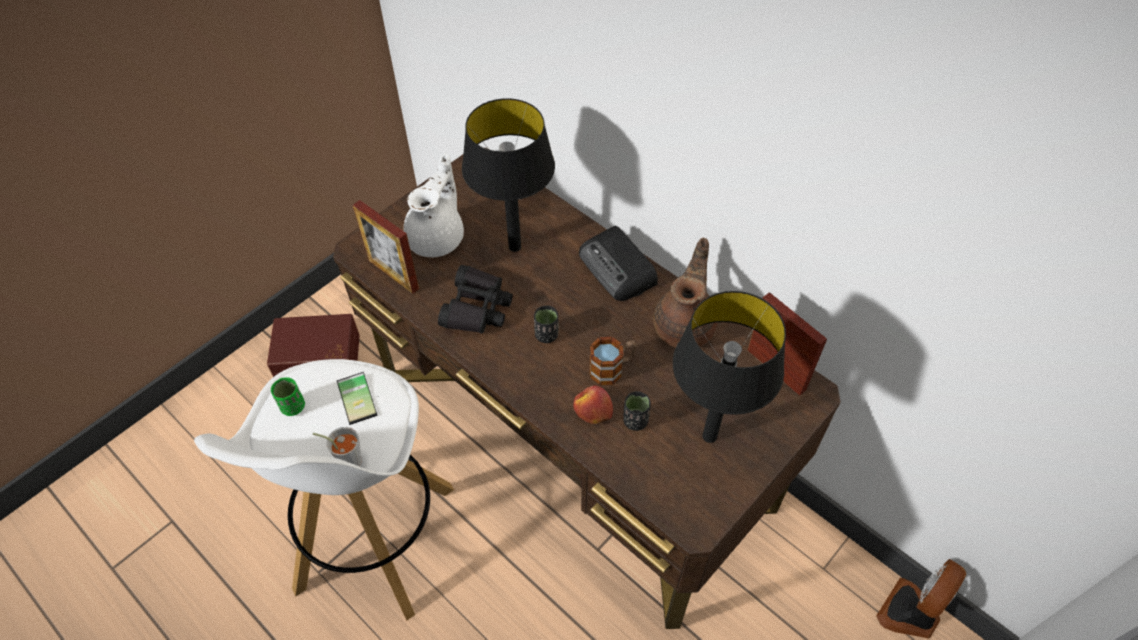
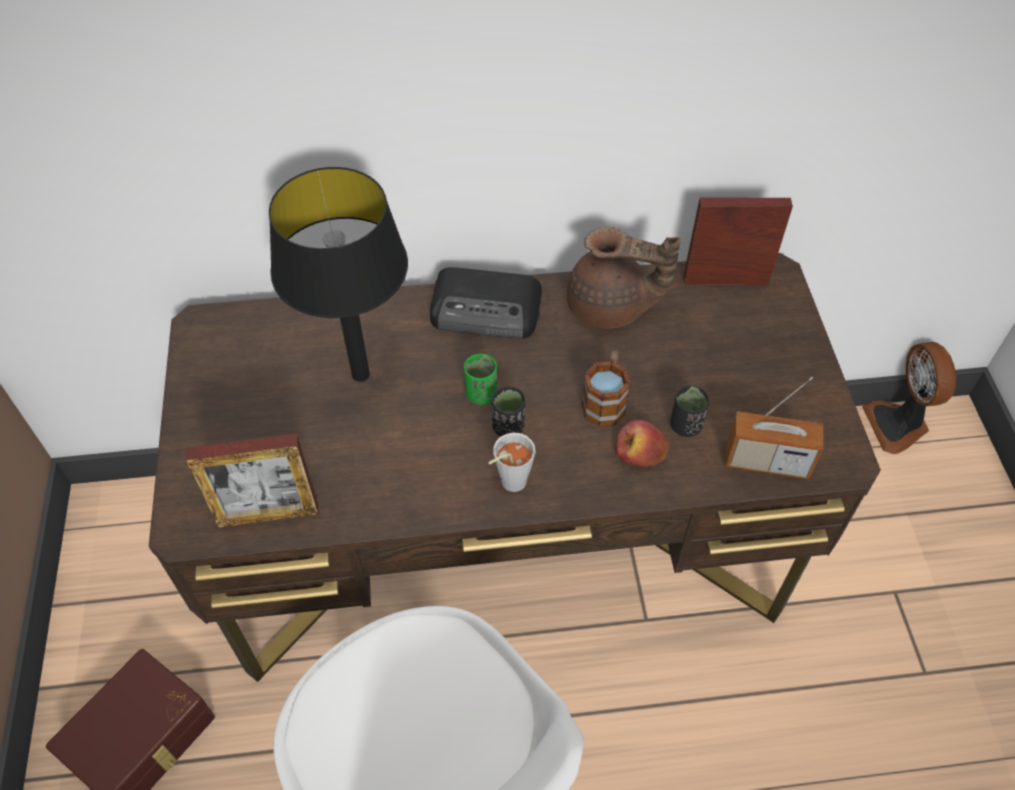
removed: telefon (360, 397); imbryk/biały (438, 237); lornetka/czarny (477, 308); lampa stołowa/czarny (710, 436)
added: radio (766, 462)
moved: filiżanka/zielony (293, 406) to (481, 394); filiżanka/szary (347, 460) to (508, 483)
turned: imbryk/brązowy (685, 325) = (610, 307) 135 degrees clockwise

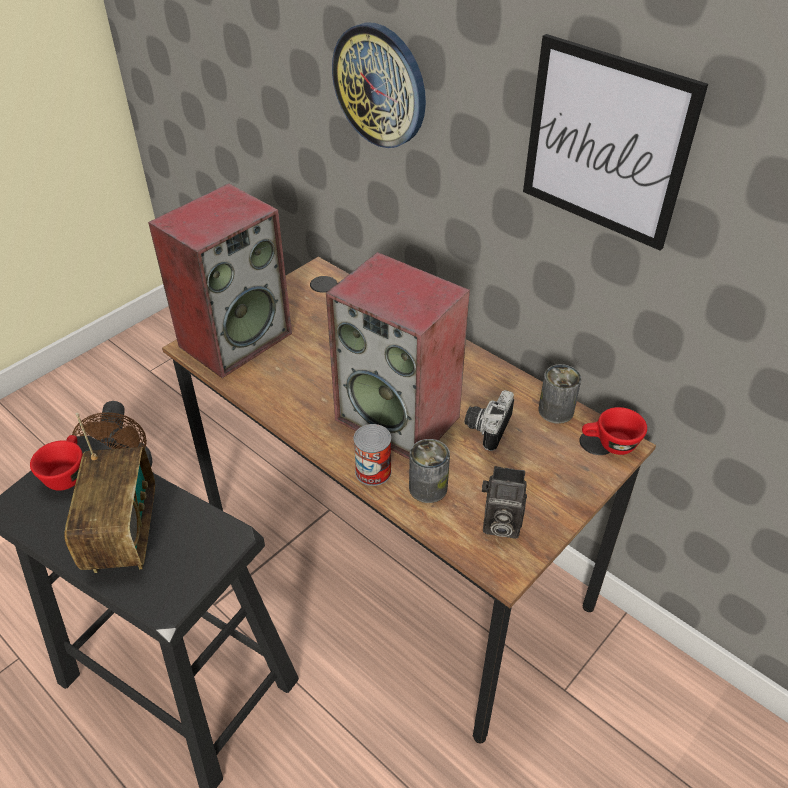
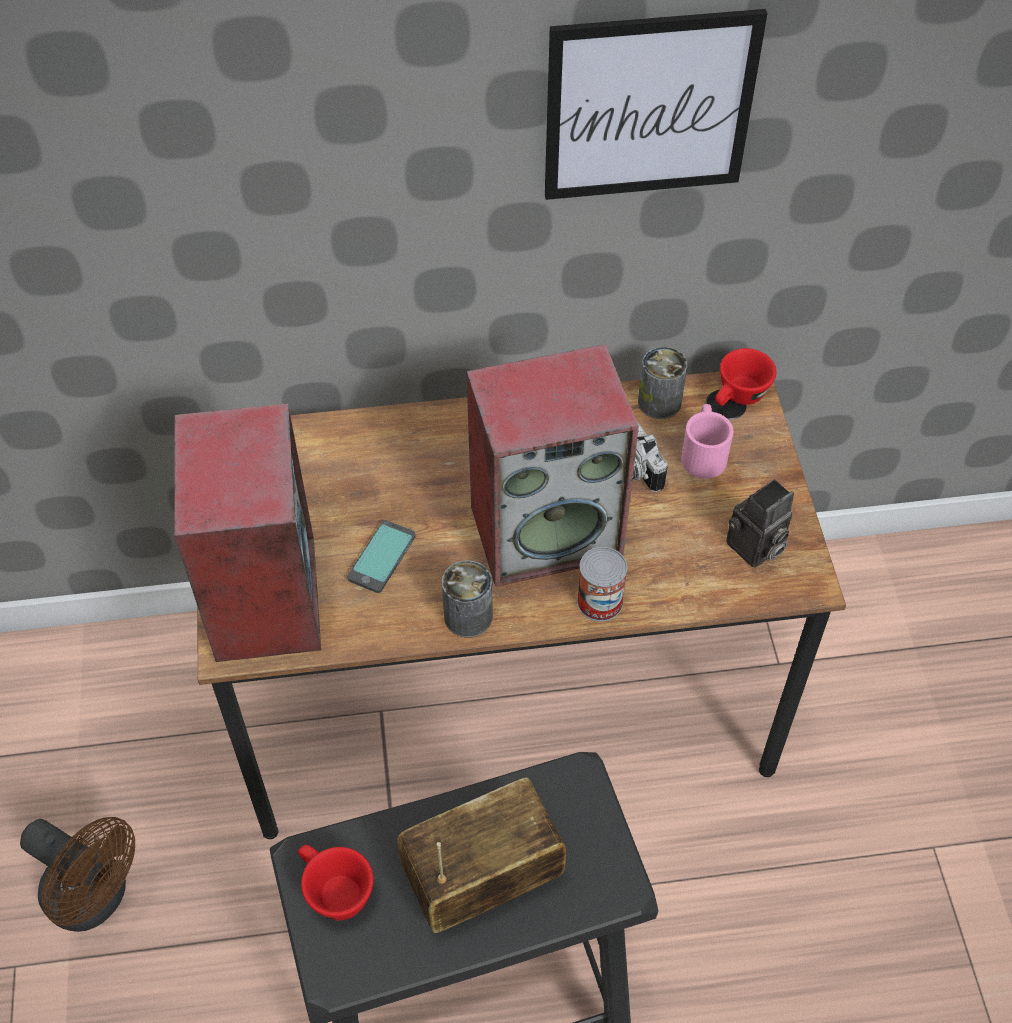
removed: zegar ścienny (380, 86)
added: telefon (382, 557); kubek/różowy (703, 452)
moved: puszka (428, 487) to (468, 616)
turned: radio (122, 534) = (483, 878) 60 degrees counterclockwise

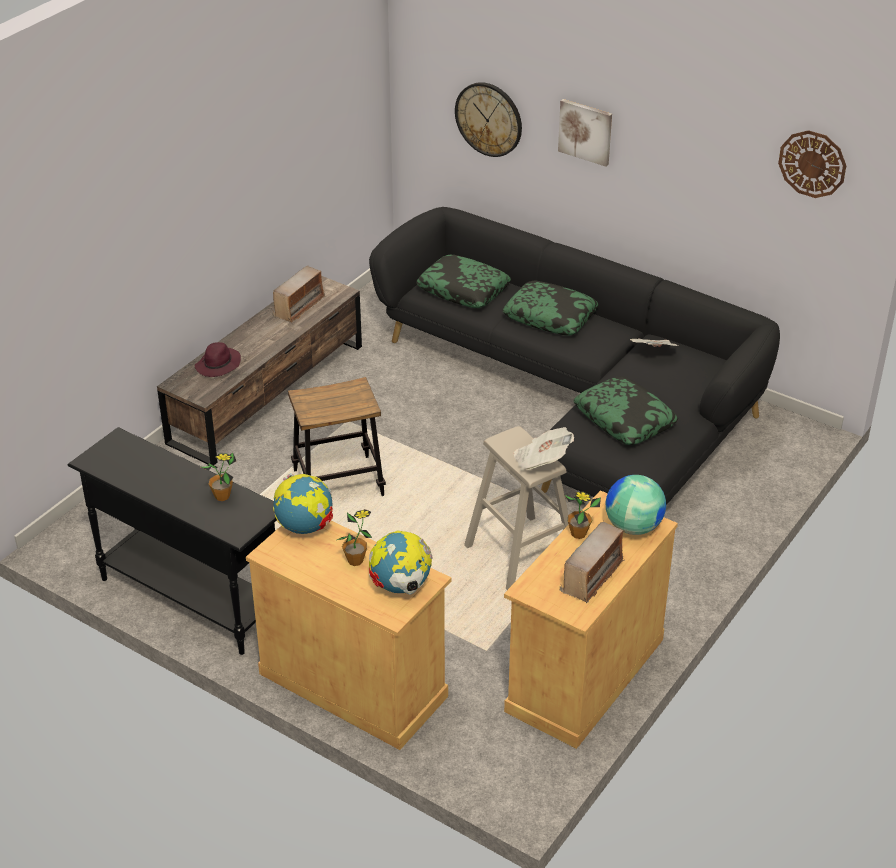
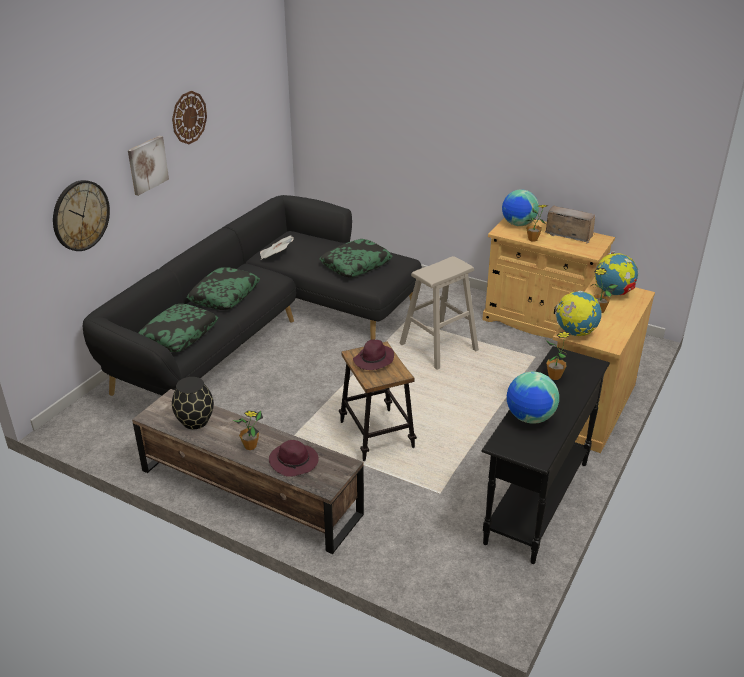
removed: gazeta (541, 461)
added: roślina doniczkowa (250, 446); kapelusz/fioletowy (373, 360); globus (529, 418)
moved: zegar ścienny (812, 163) to (189, 117)
replaced: radio (299, 306) to wazon/czarny (194, 421)

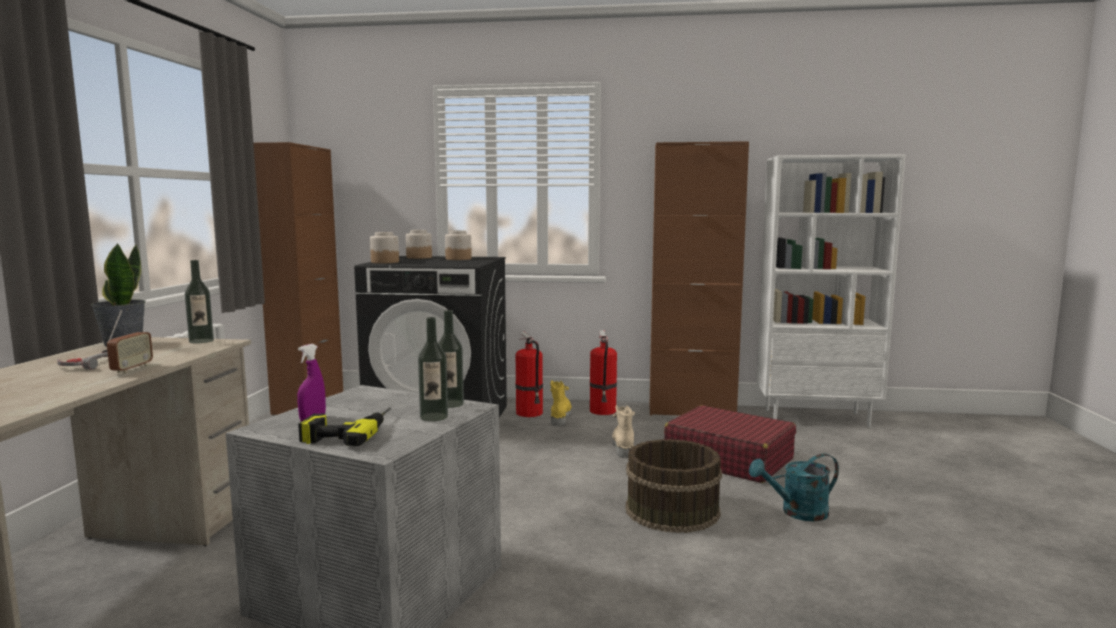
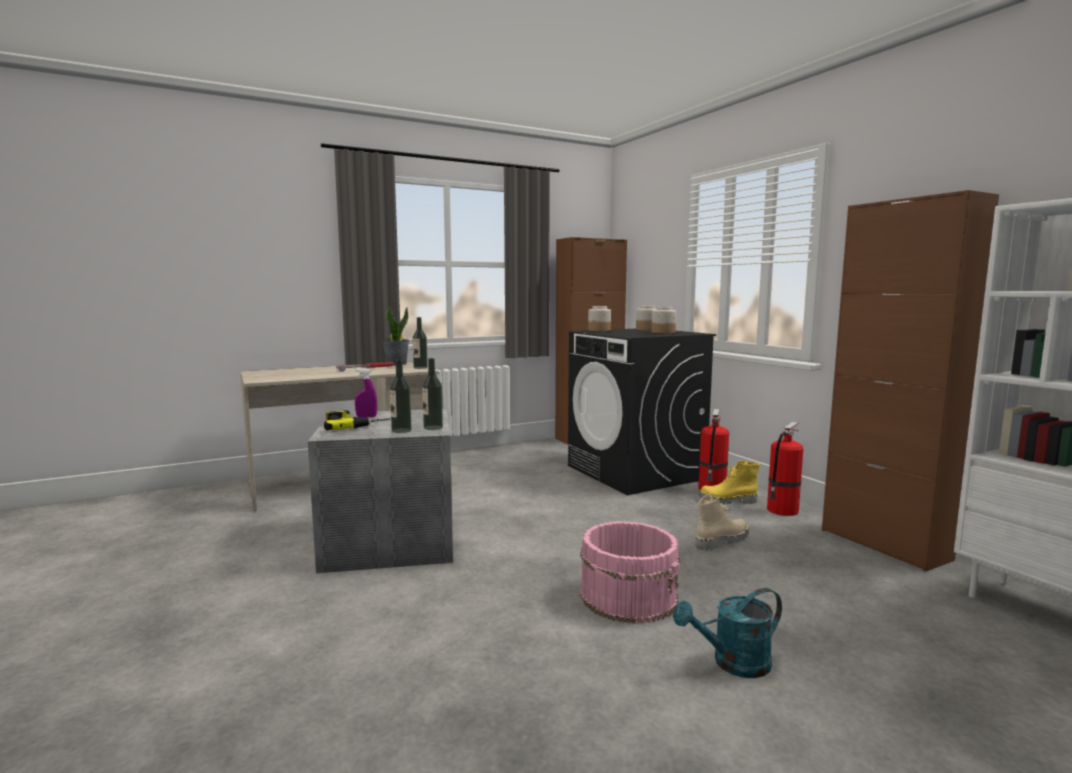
removed: radio (132, 369); walizka/czerwony (728, 459)
recoloured: wiadro/brązowy (672, 510) to wiadro/różowy (629, 596)
turned: konewka/turkusowy (797, 512) = (732, 664) 60 degrees counterclockwise; but z cholewką/żółty (559, 417) = (728, 501) 150 degrees counterclockwise

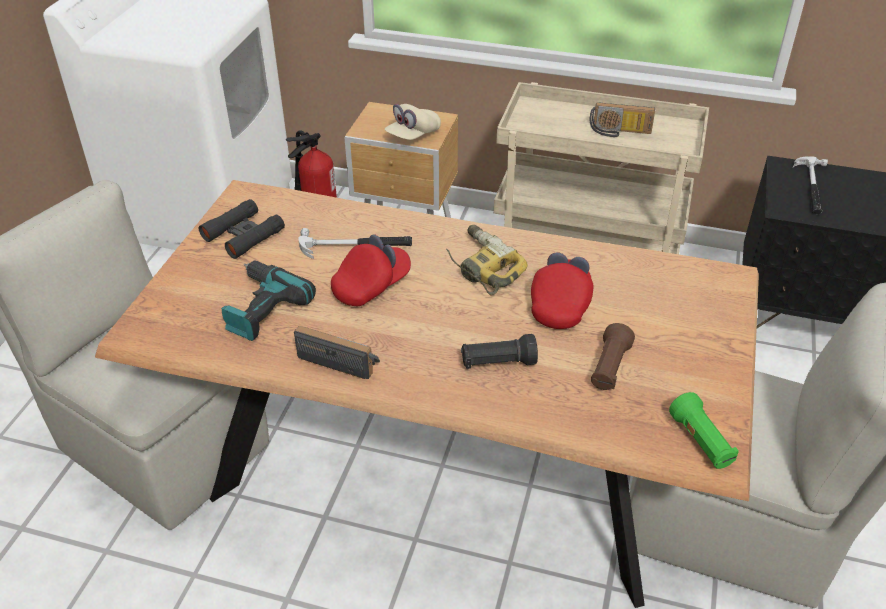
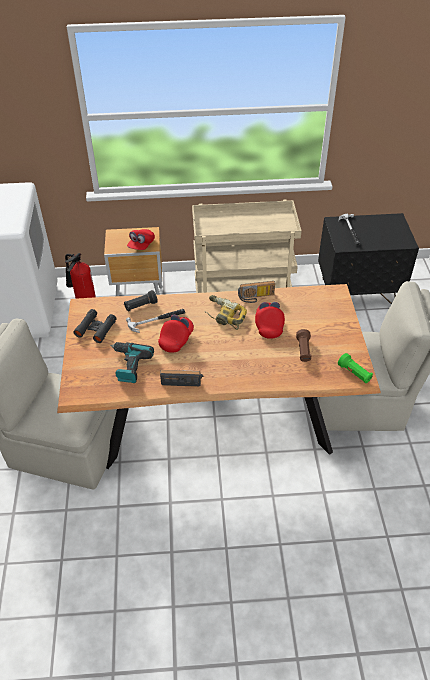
moved: latarka/czarny (498, 363) to (140, 306); radio (619, 132) to (256, 298)
recoloured: czapka z daszkiem/beżowy (413, 135) to czapka z daszkiem/czerwony (141, 245)

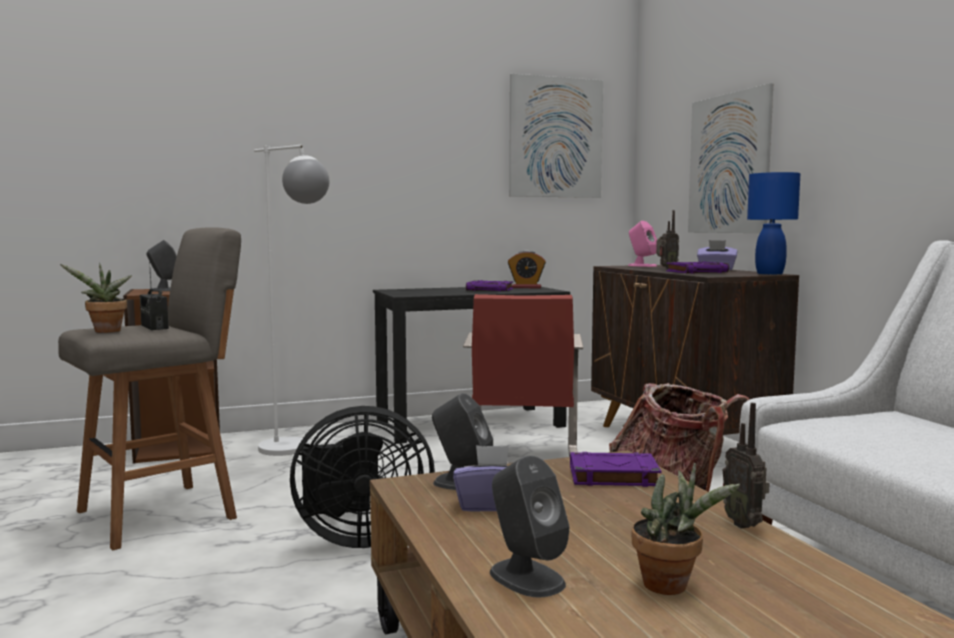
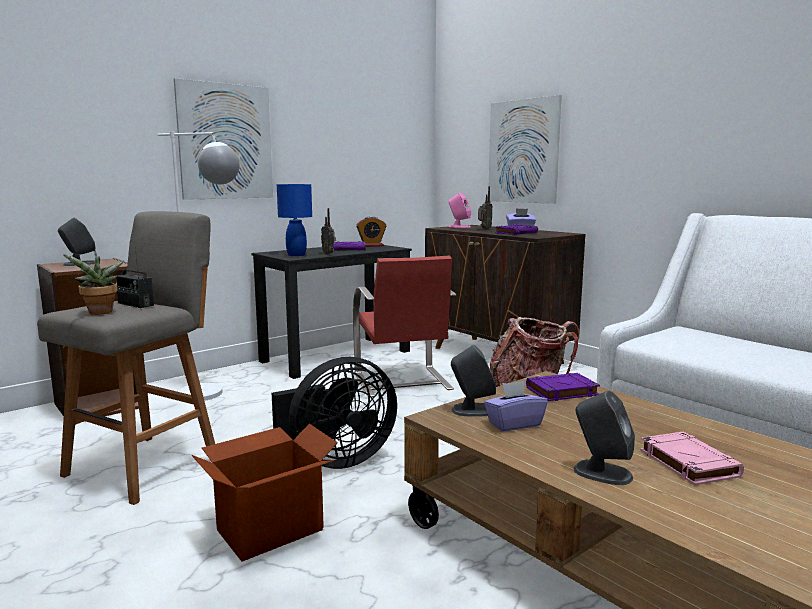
added: karton (269, 529)
moved: obraz (556, 137) to (226, 142); lampa stołowa/niebieski (769, 274) to (296, 255); radio (744, 524) to (329, 254)
replaced: roślina doniczkowa (672, 586) to książka/różowy (687, 463)

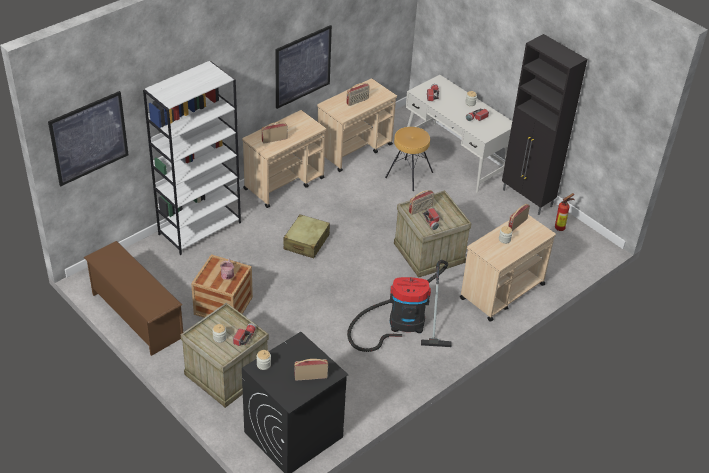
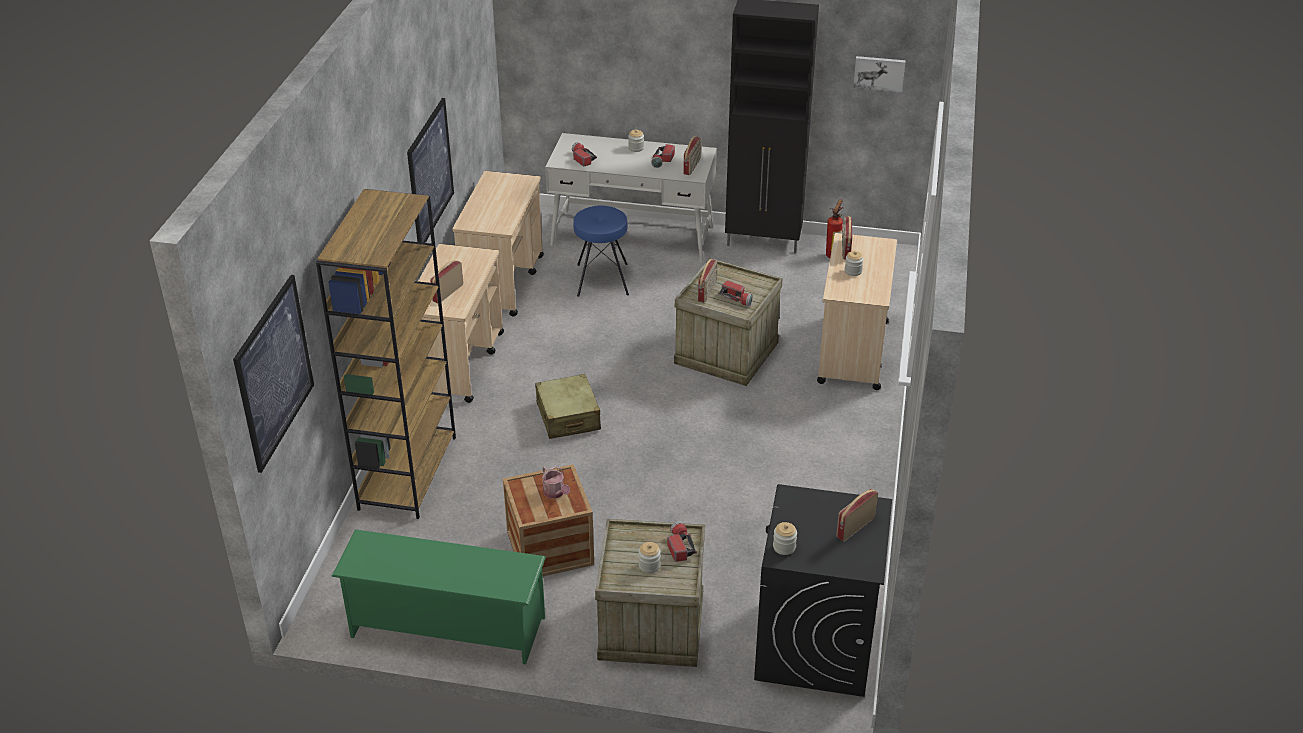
removed: odkurzacz (402, 323)
added: obraz (879, 73)
moved: radio (357, 101) to (692, 166)
recoloured: regał/biały (200, 228) to regał/brązowy (407, 472); regał na buty/brązowy (136, 316) to regał na buty/zielony (446, 627); stołek/brązowy (408, 174) to stołek/niebieski (602, 279)

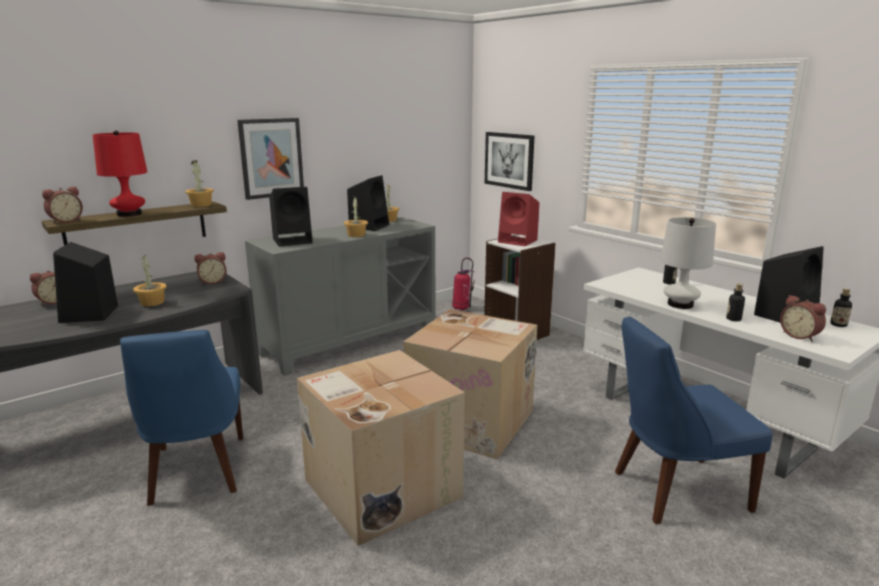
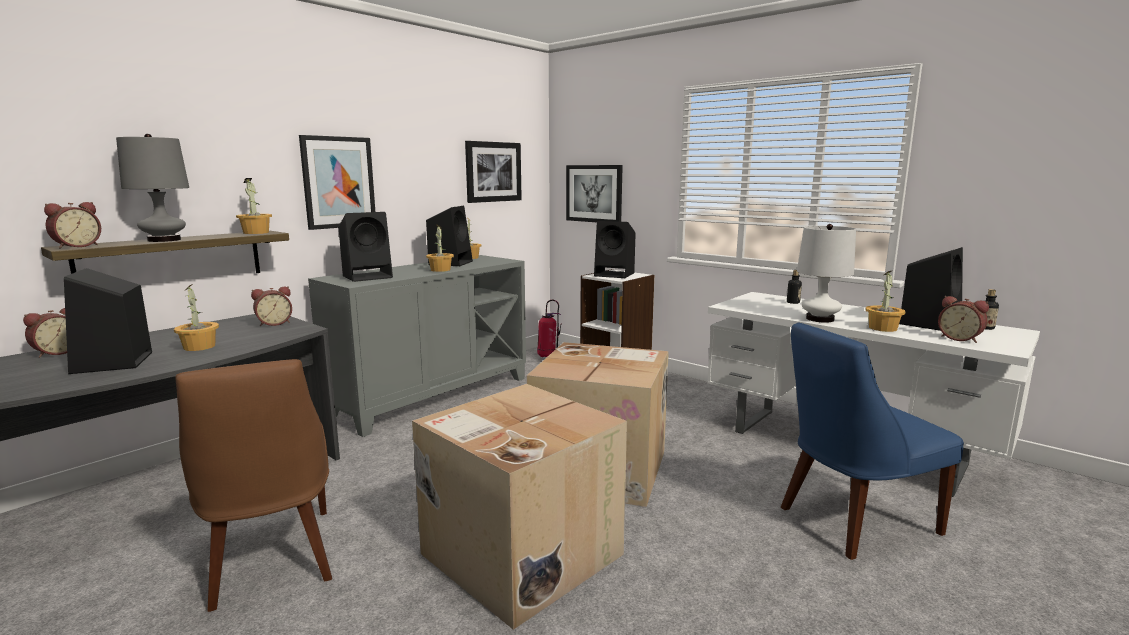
added: obraz (493, 172)
replaced: butelka (733, 319) to roślina doniczkowa (883, 328)
recoloured: lampa stołowa/czerwony (129, 214) to lampa stołowa/szary (164, 240); krzesło/niebieski (197, 472) to krzesło/brązowy (272, 561); głośnik/czerwony (518, 241) to głośnik/czarny (615, 274)

